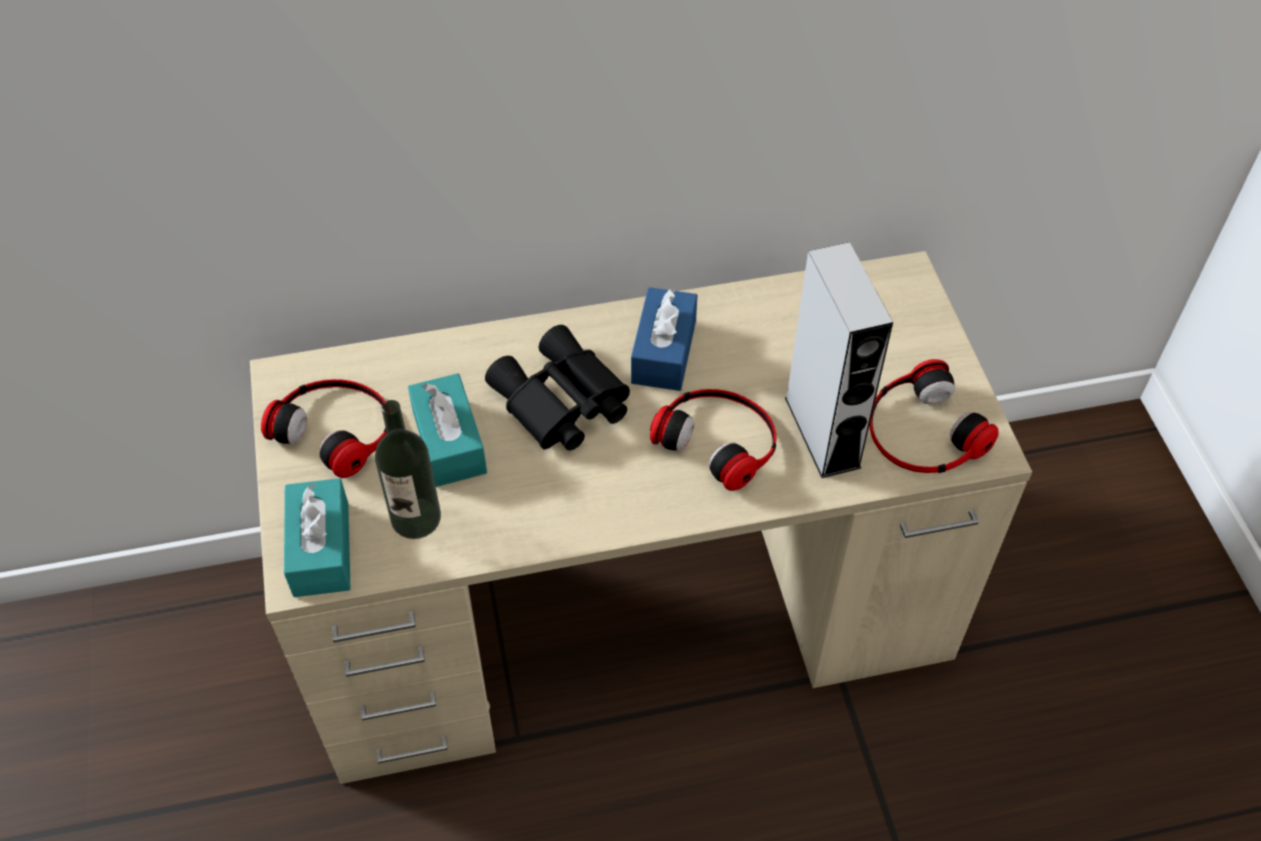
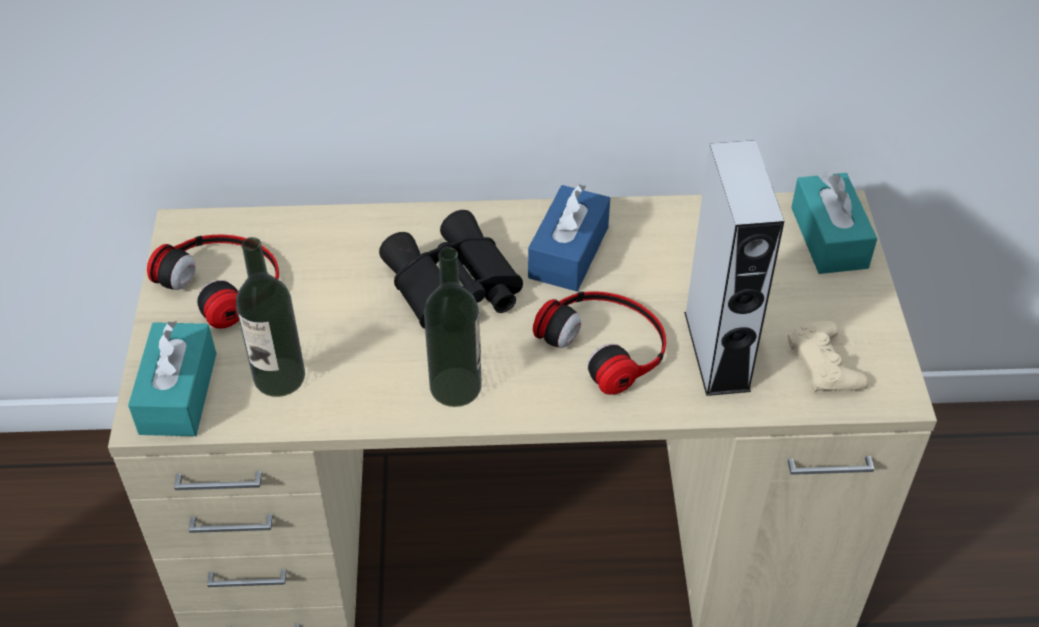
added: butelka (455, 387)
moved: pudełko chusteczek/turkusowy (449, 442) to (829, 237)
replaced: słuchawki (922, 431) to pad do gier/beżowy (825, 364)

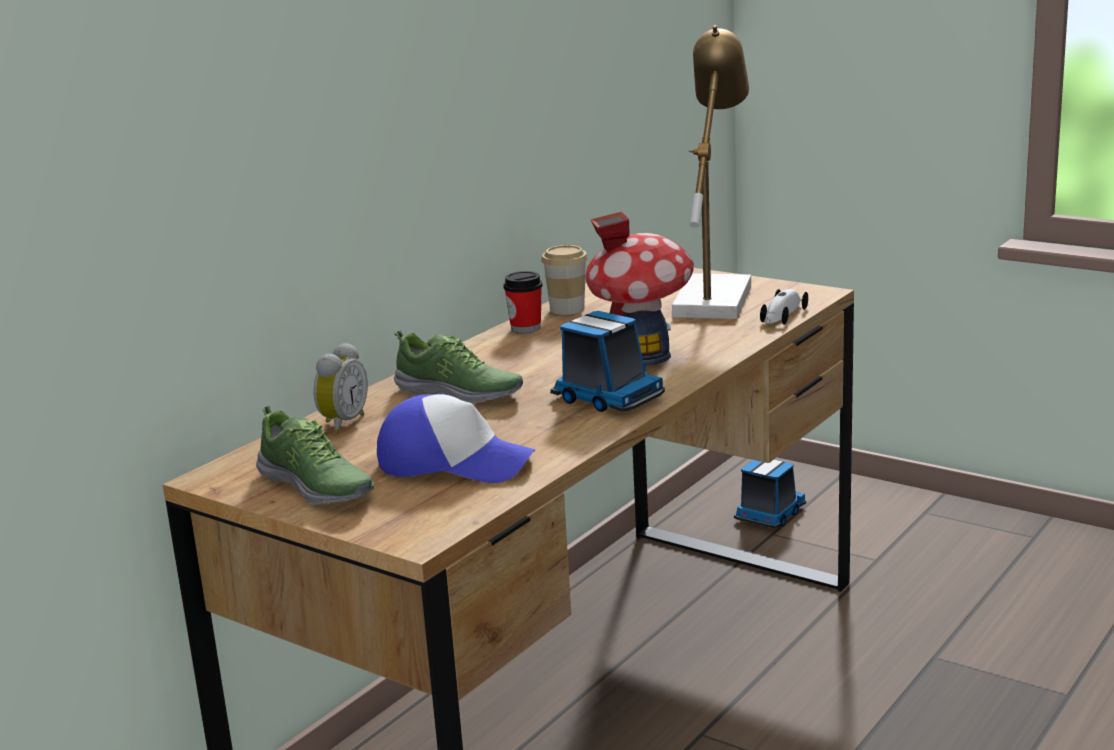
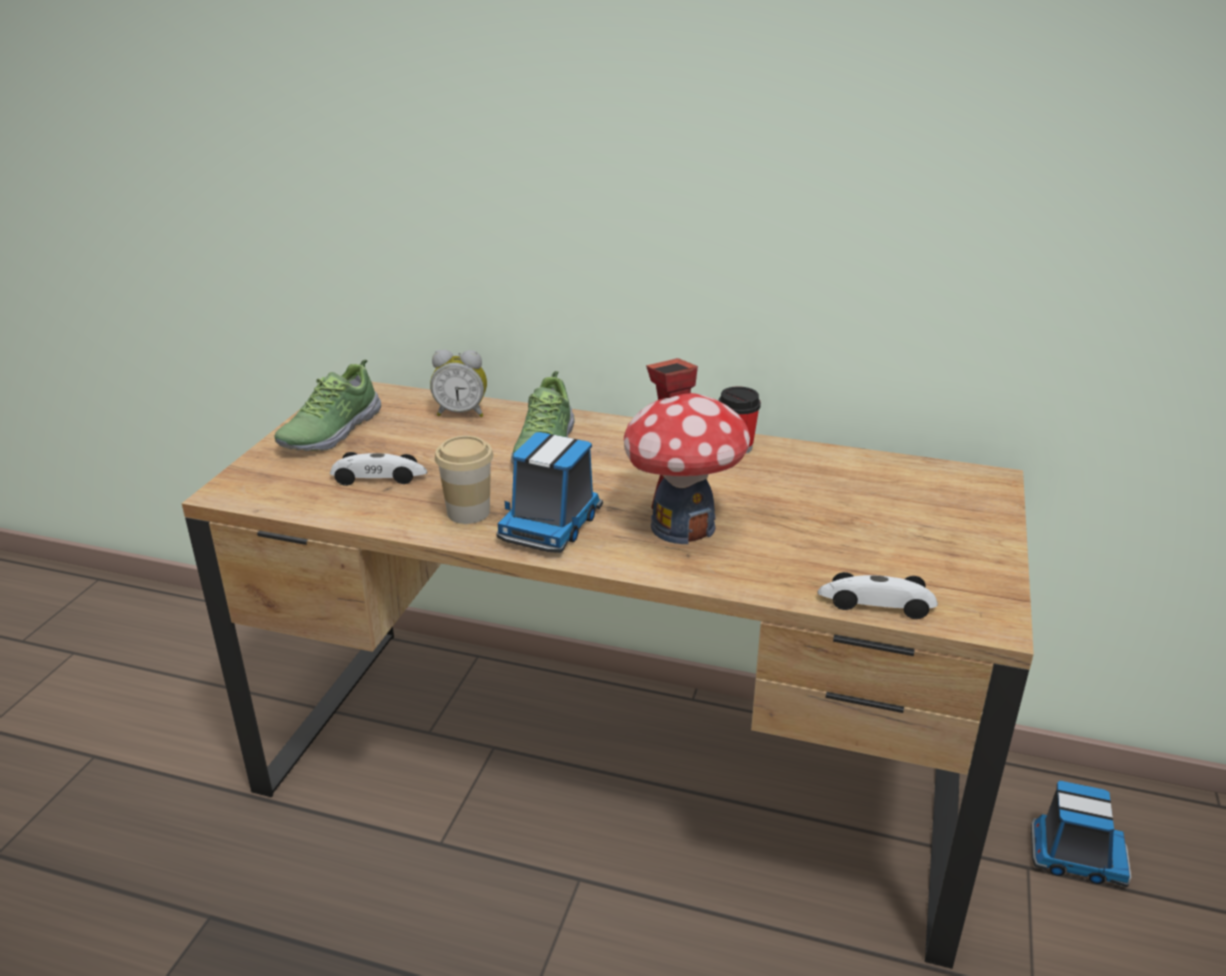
removed: lampa stołowa (713, 296)
moved: filiżanka (567, 309) to (468, 512)
replaced: czapka z daszkiem (454, 463) to samochodzik (379, 477)

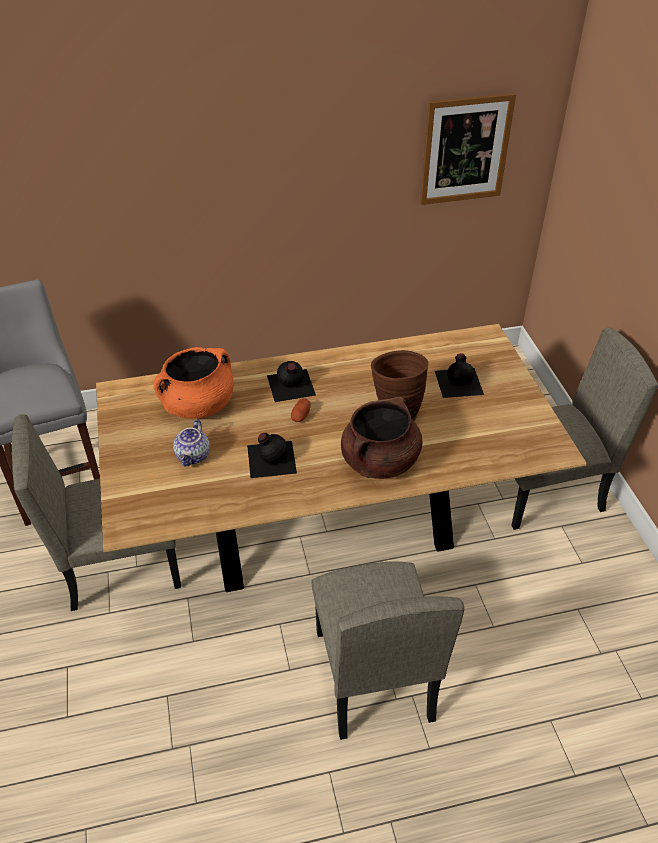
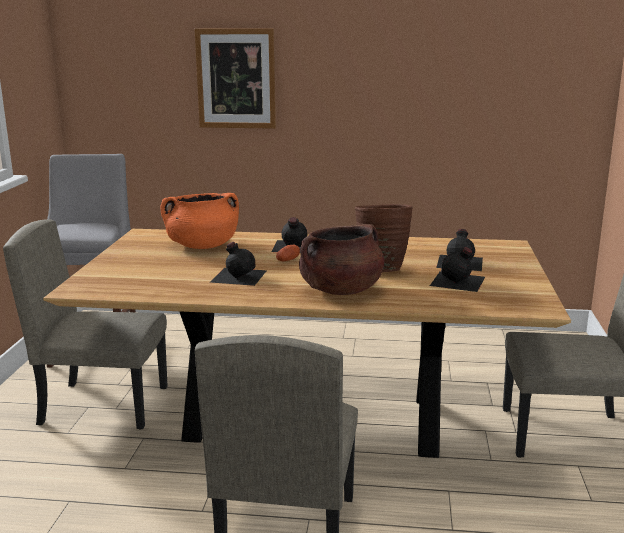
removed: imbryk (193, 456)
added: butelka/czarny (458, 281)
moved: obraz (465, 150) to (236, 79)

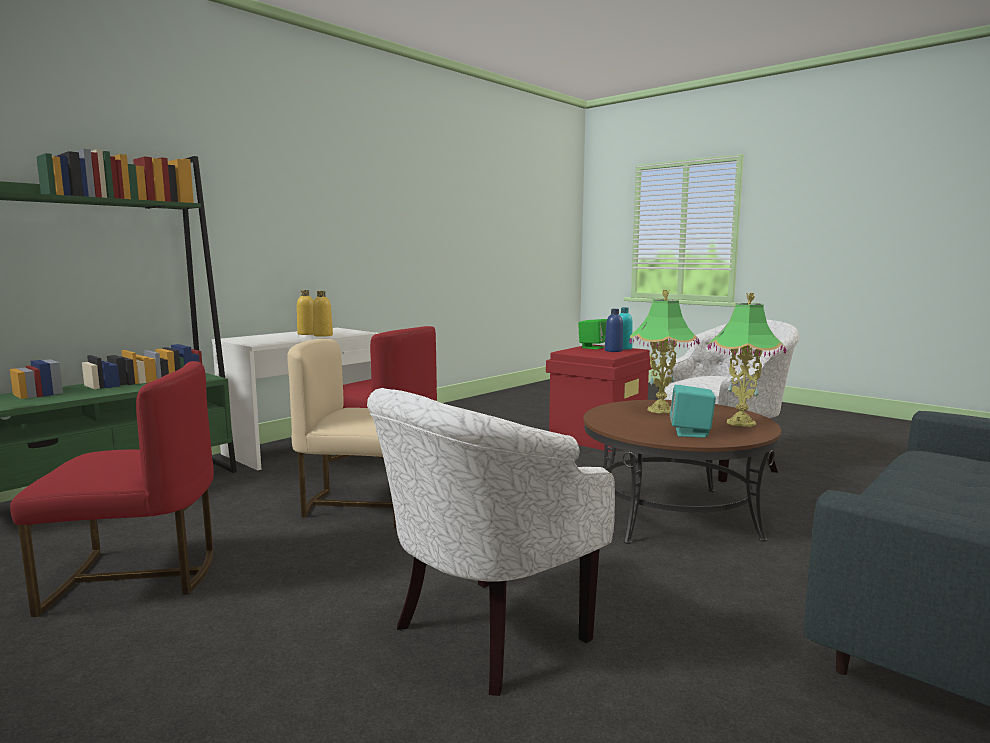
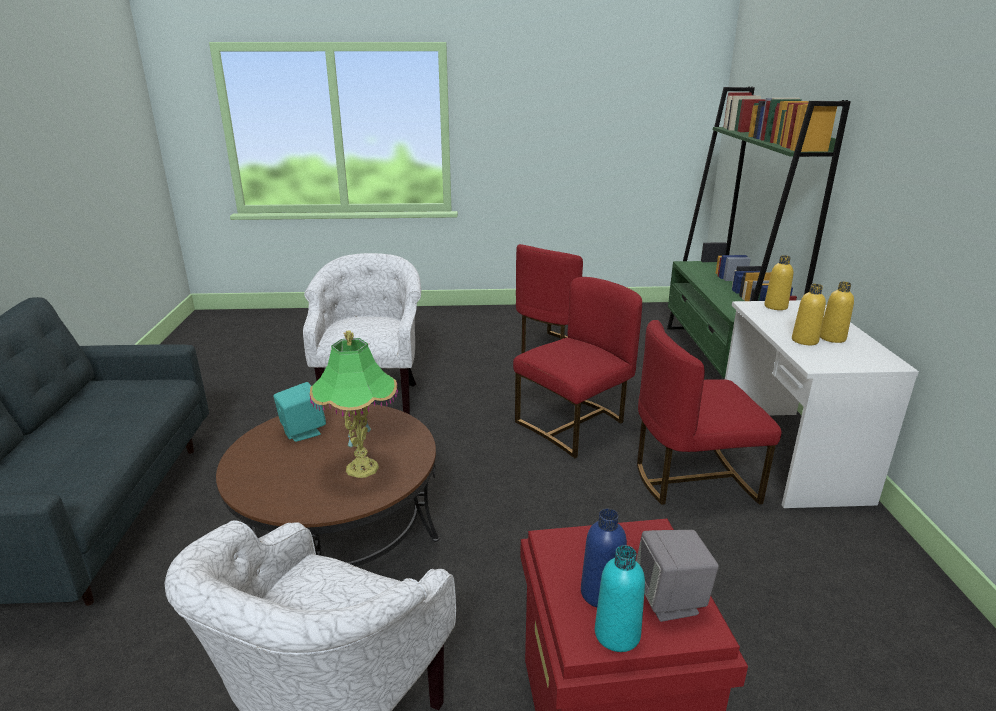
removed: lampa stołowa (740, 423)
added: butelka/żółty (775, 306)
recoloured: krzesło/beżowy (361, 505) to krzesło/czerwony (574, 425); głośnik/zielony (593, 347) to głośnik/szary (670, 601)

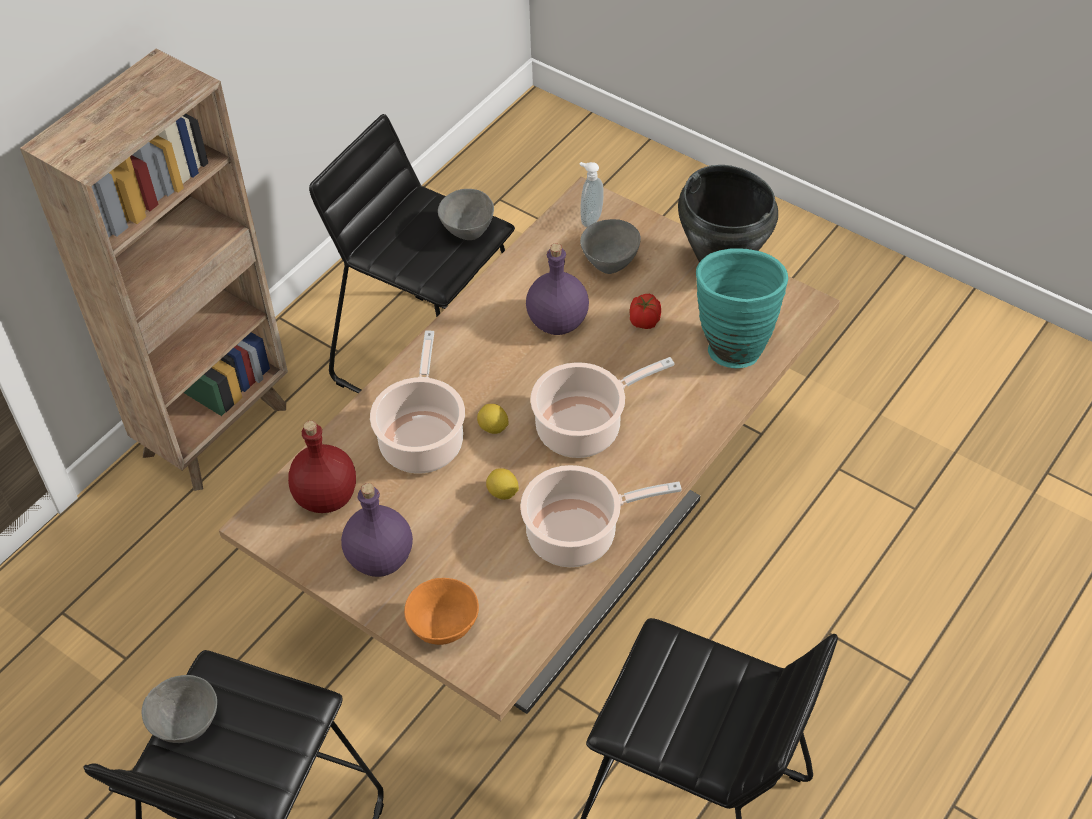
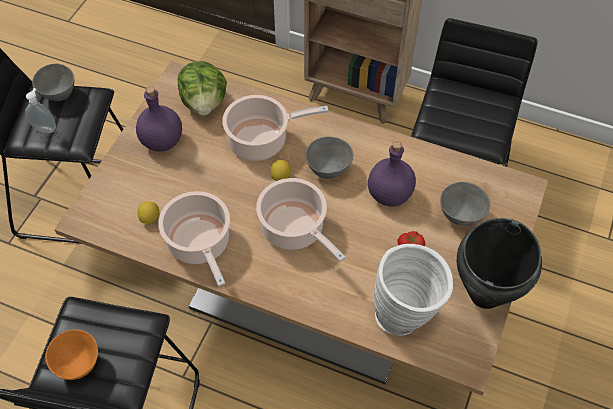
moved: dozownik mydła (590, 218) to (45, 128); miska/pomarańczowy (444, 628) to (79, 365); cytryna (502, 493) to (150, 218); miska/szary (467, 231) to (328, 169)
replaced: butelka/czerwony (325, 496) to sałata (204, 103)
recoloured: wazon/turkusowy (732, 343) to wazon/biały (406, 315)

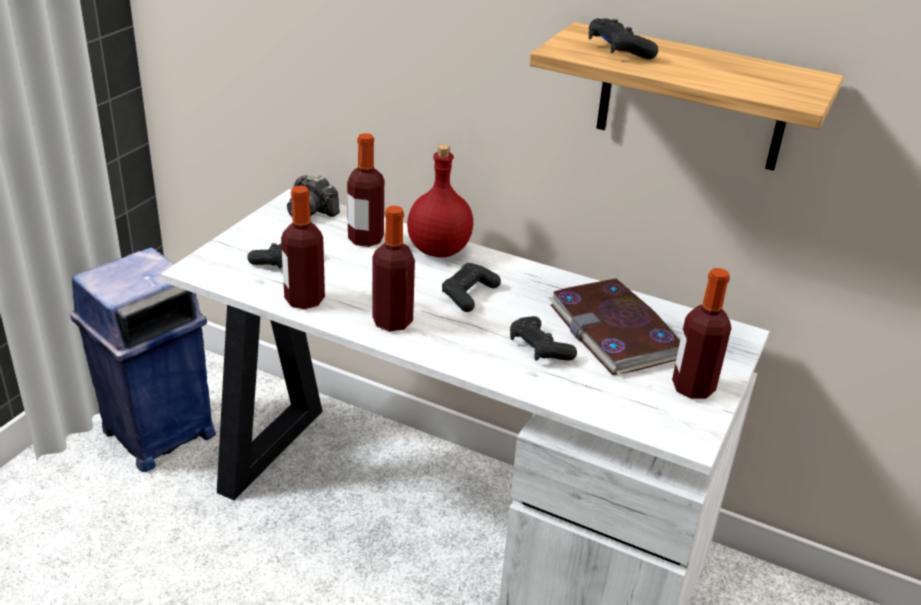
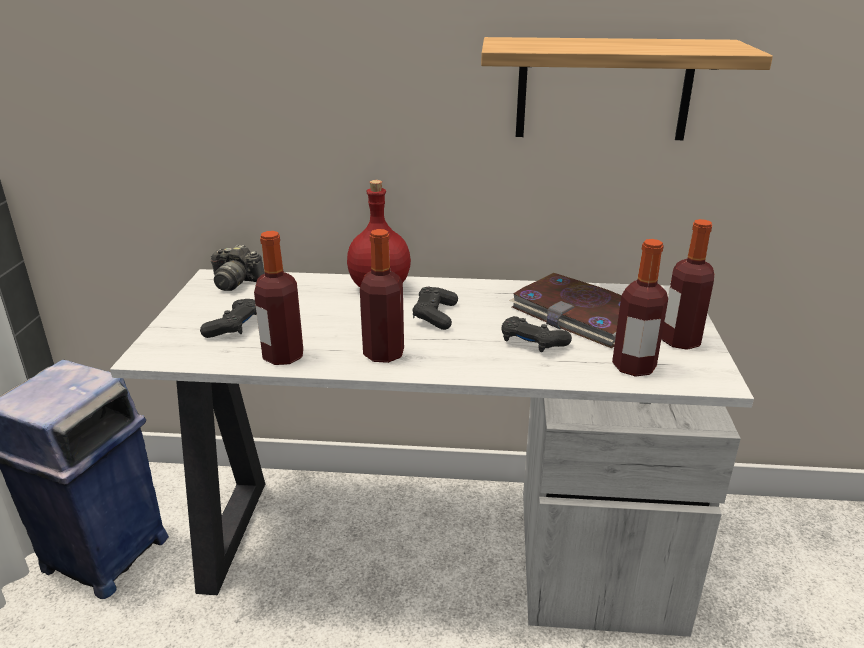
removed: pad do gier/czarny (618, 50)
moved: butelka (365, 239) to (633, 367)

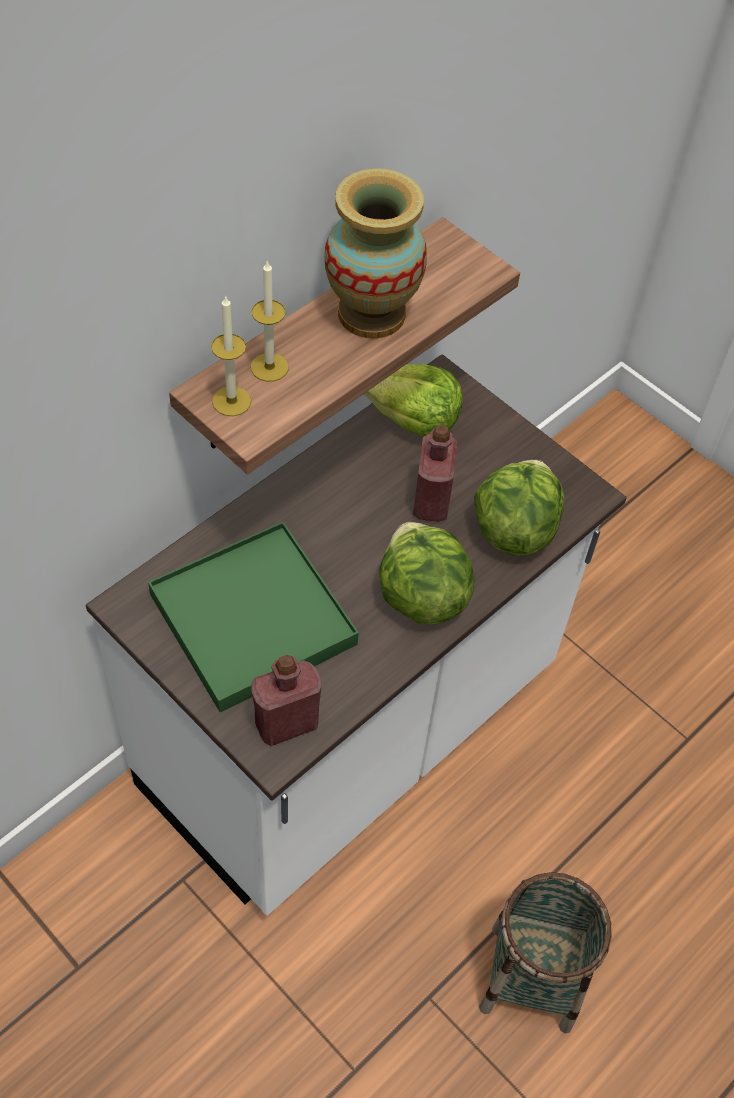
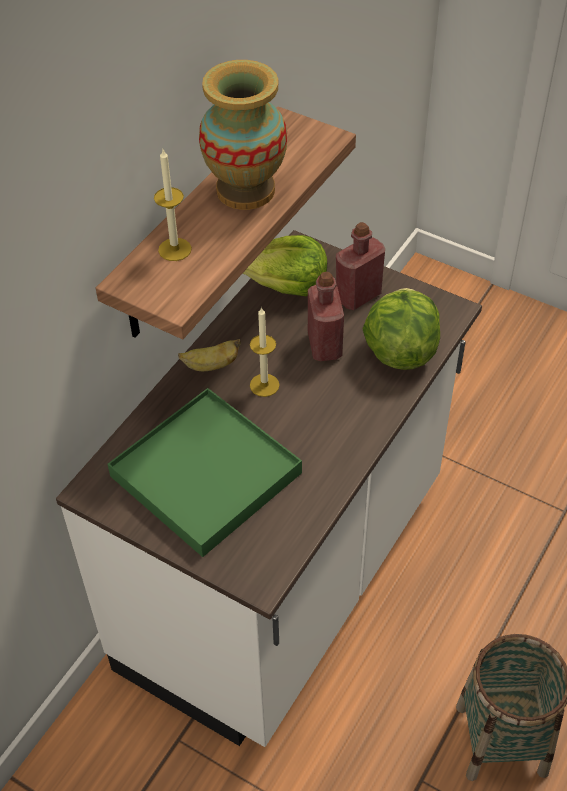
removed: sałata (420, 596)
added: banan (211, 366)
moved: świeca (231, 401) to (264, 385); butelka/czerwony (286, 723) to (358, 296)

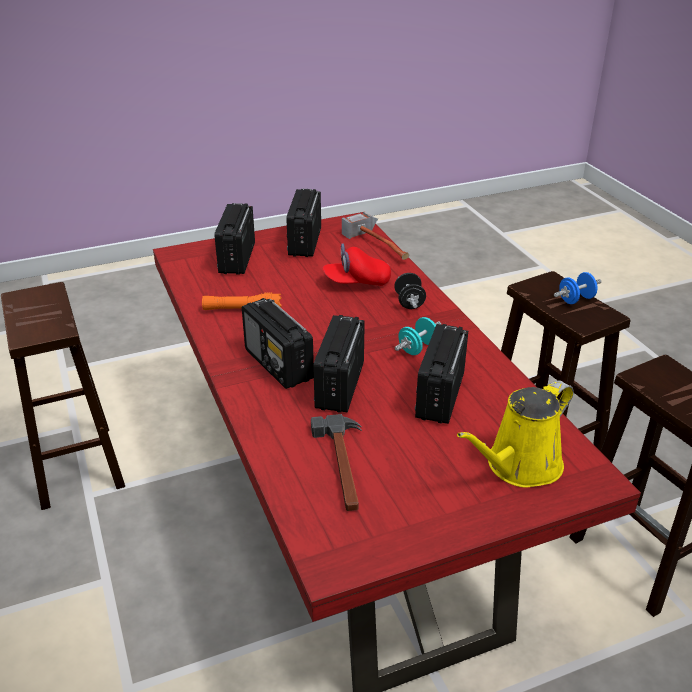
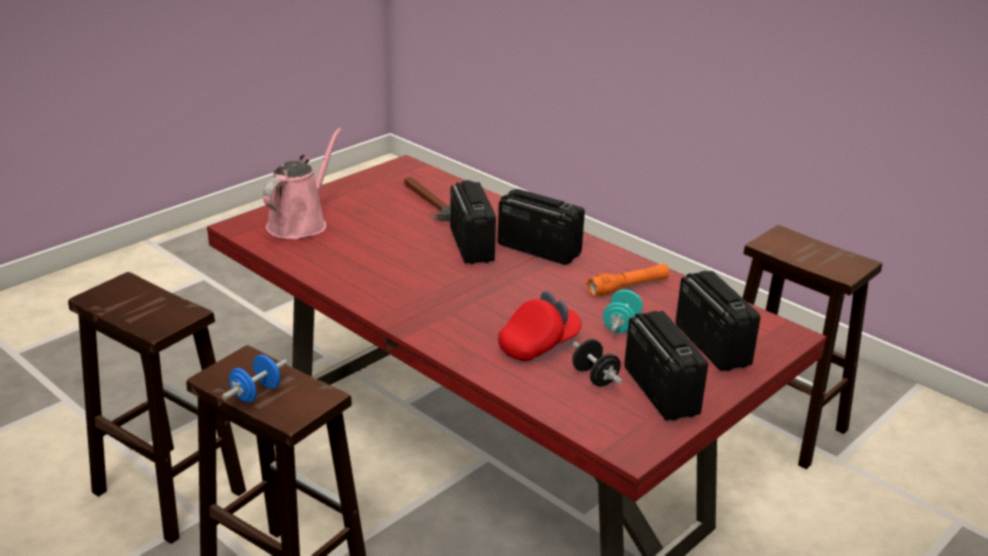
removed: młotek (382, 245); radio (440, 396)
moved: hantel/czarny (409, 302) to (595, 377); hantel/turkusowy (418, 348) to (621, 325)
recoloured: konewka/żółty (519, 466) to konewka/różowy (300, 223)

